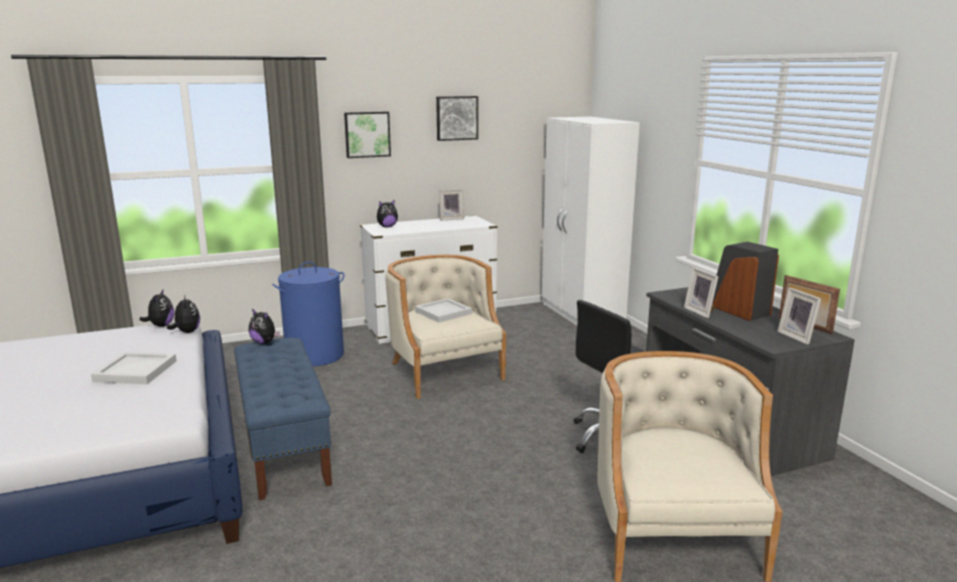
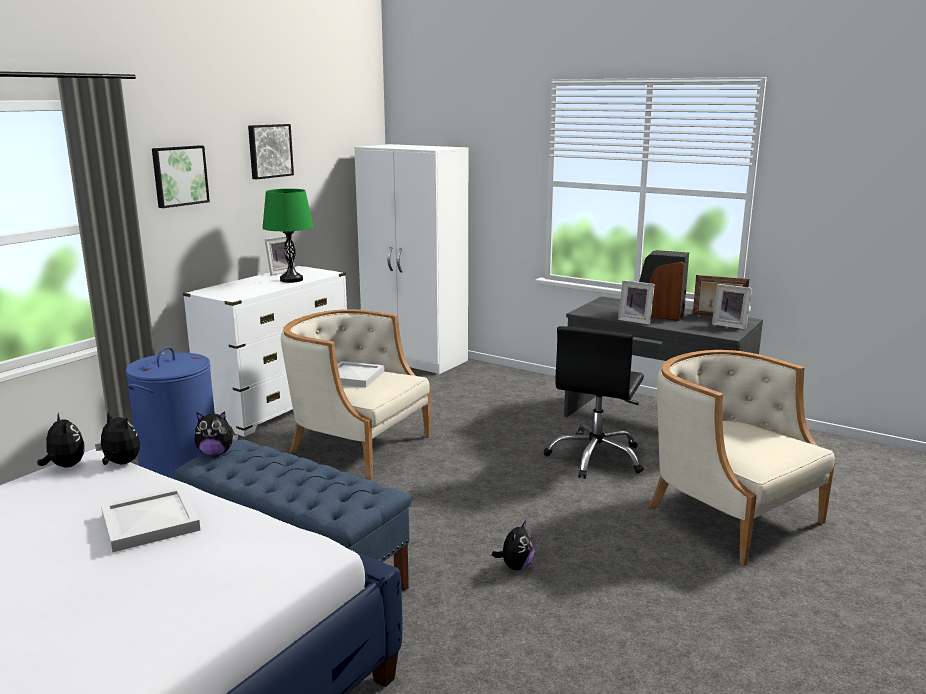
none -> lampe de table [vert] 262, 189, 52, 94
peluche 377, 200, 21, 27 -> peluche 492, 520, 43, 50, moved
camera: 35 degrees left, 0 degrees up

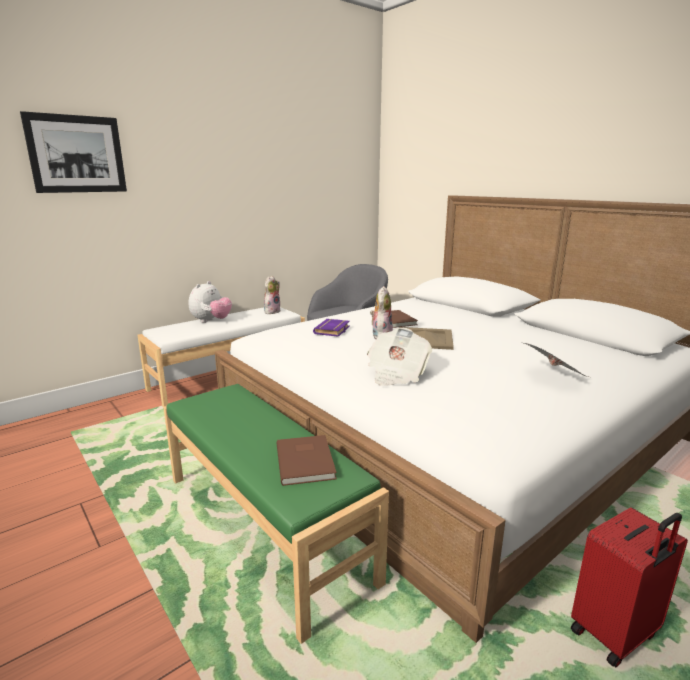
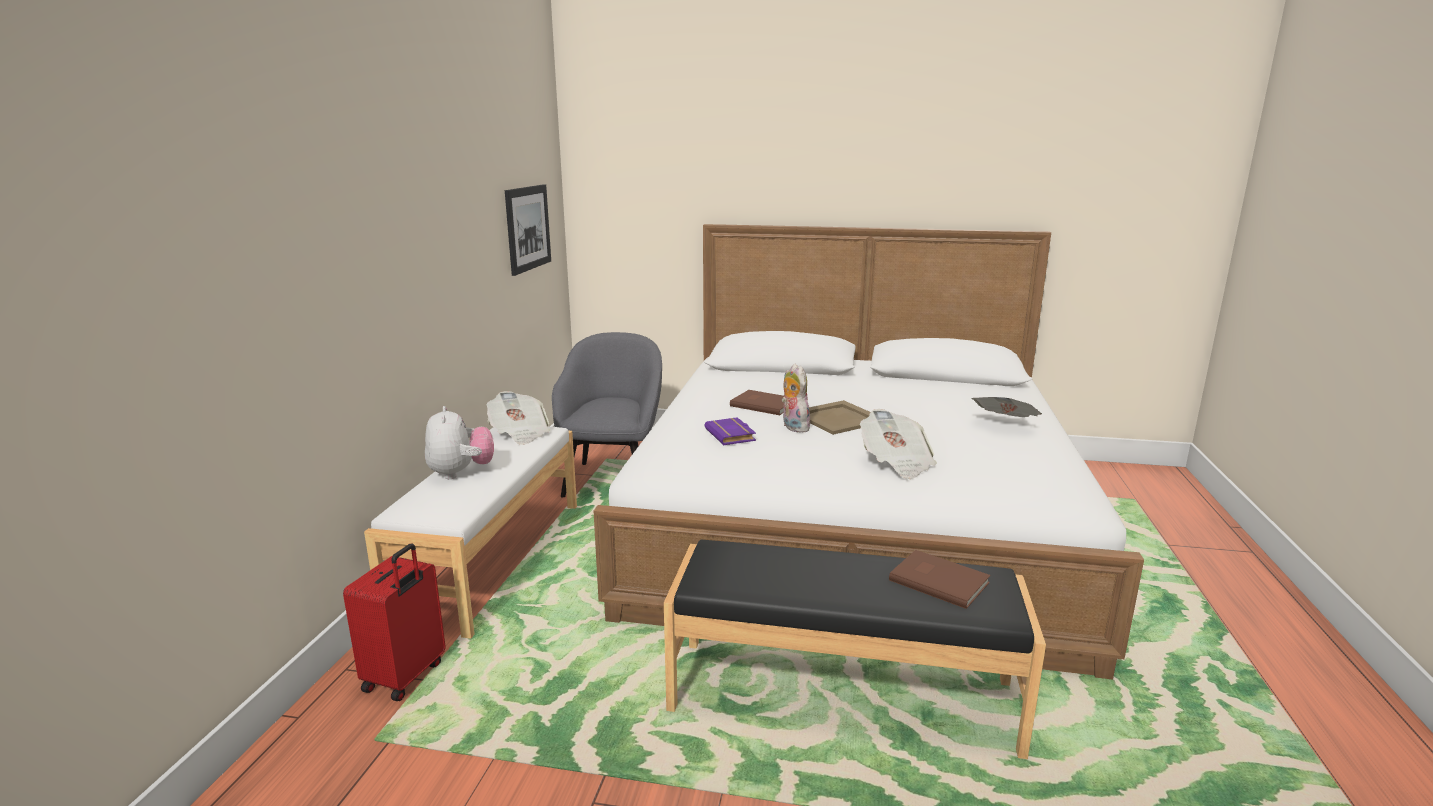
valise [rouge] 571, 507, 117, 161 -> valise [rouge] 343, 543, 103, 158, moved
peluche 264, 276, 17, 38 -> journal 487, 391, 63, 54
tableau 20, 111, 107, 82 -> tableau 505, 184, 46, 92, moved
banc [vert] 163, 384, 226, 260 -> banc [noir] 664, 540, 382, 219
camera: 40 degrees left, 0 degrees up

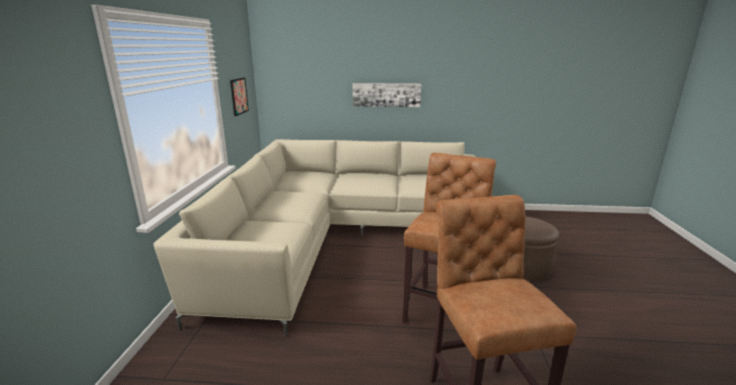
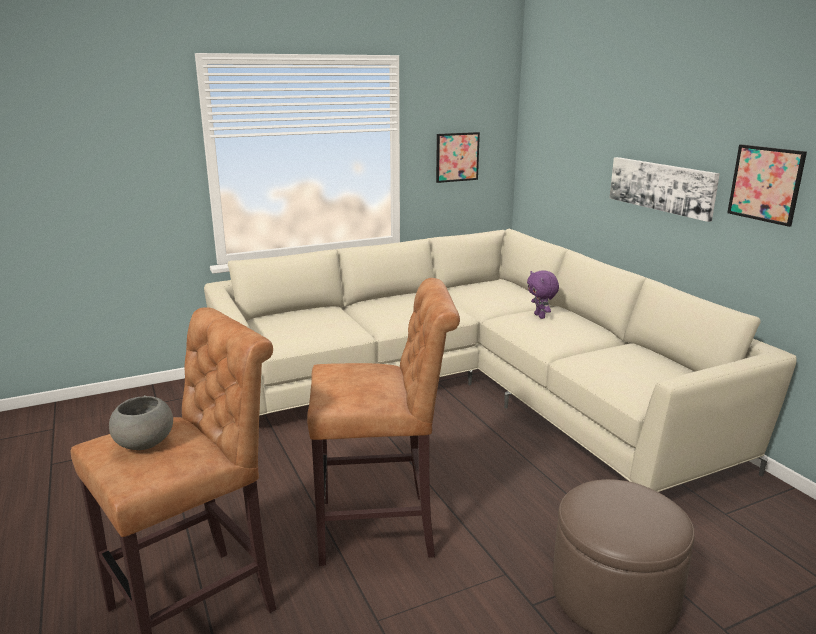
none -> bol [gris] 109, 395, 64, 55
none -> peluche [violet] 527, 271, 32, 48
none -> tableau 727, 144, 80, 83
camera: 60 degrees right, 0 degrees up

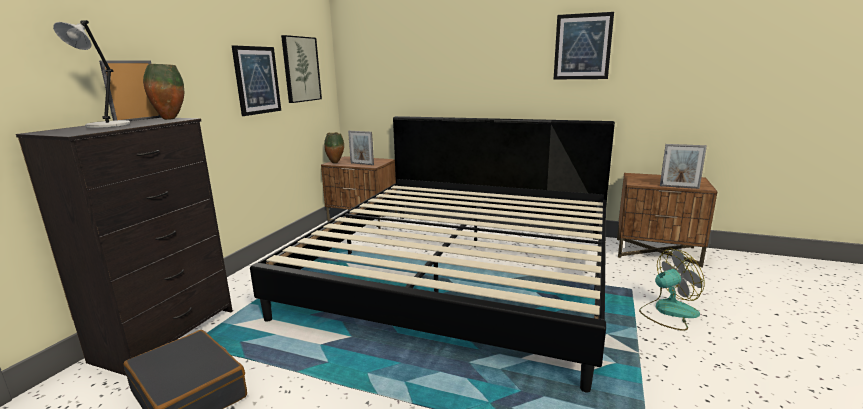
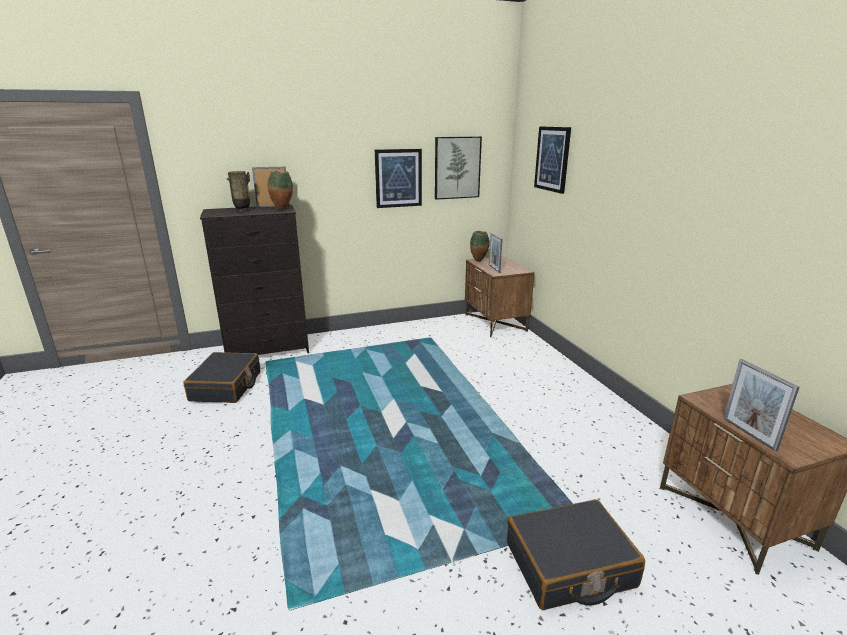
lampe de table [gris] 53, 20, 77, 108 -> vase 227, 171, 23, 40
ventilateur 639, 248, 66, 83 -> valise [noir] 507, 499, 138, 111
tableau 554, 12, 60, 67 -> tableau 534, 126, 37, 68, moved
lit 250, 116, 365, 276 -> none
camera: 50 degrees right, 5 degrees up

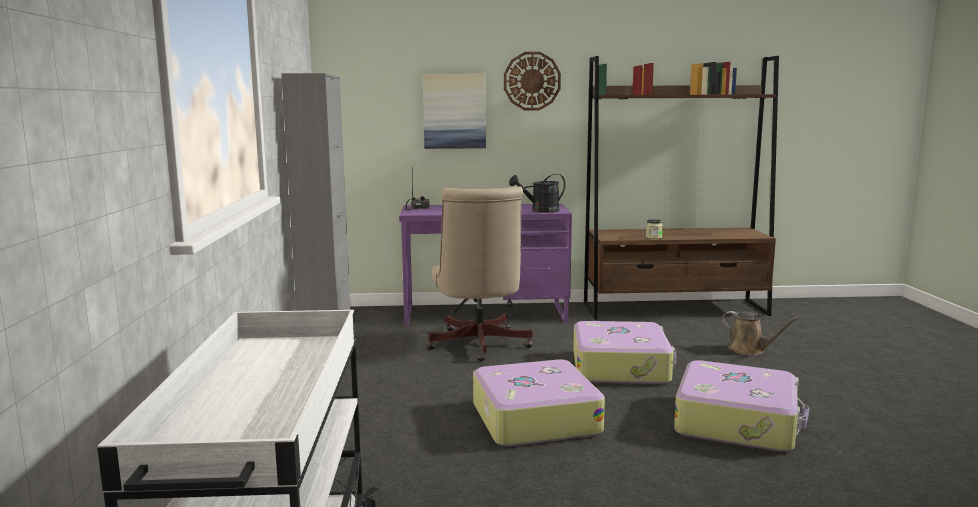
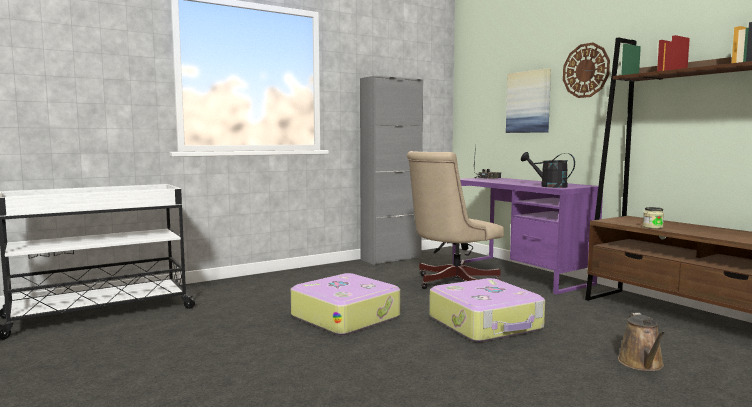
valise 674, 360, 135, 92 -> none
camera: 60 degrees right, 5 degrees down

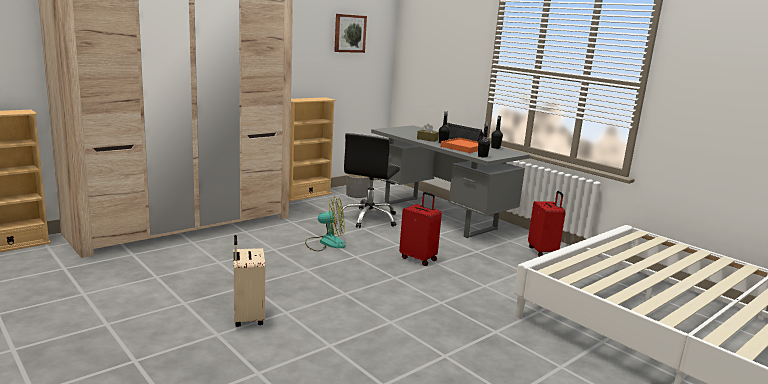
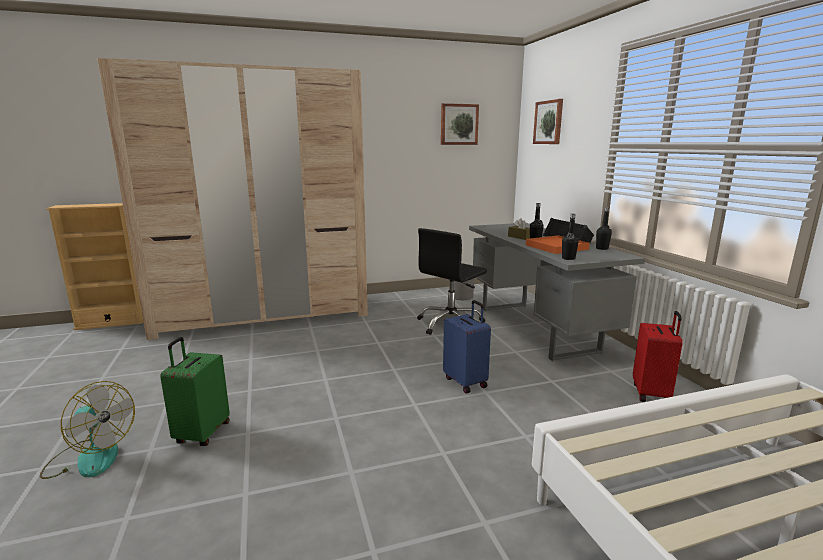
ventilateur 305, 197, 40, 54 -> ventilateur 40, 381, 95, 98, moved
valise [beige] 233, 235, 32, 92 -> valise [vert] 160, 337, 70, 109
valise [rouge] 399, 192, 43, 74 -> valise [bleu] 443, 300, 48, 93
none -> tableau 533, 99, 30, 45
bibliothèque [beige] 289, 97, 47, 104 -> none
camera: 25 degrees right, 0 degrees up

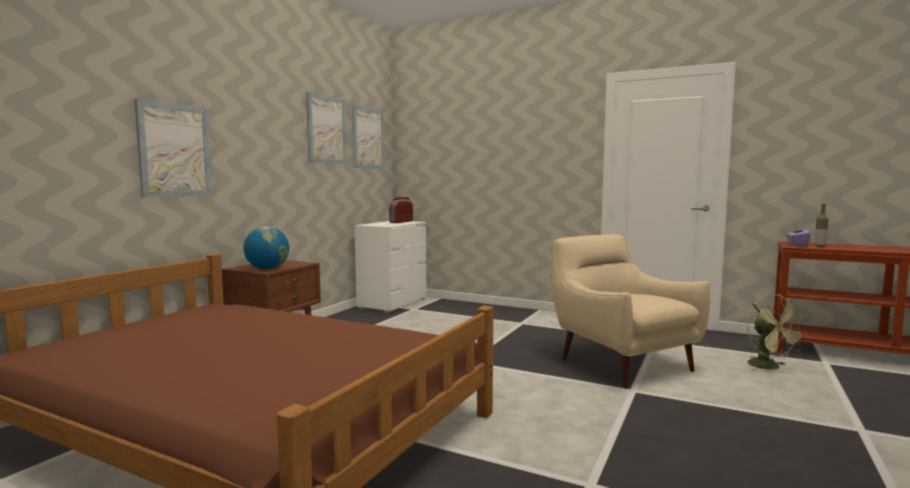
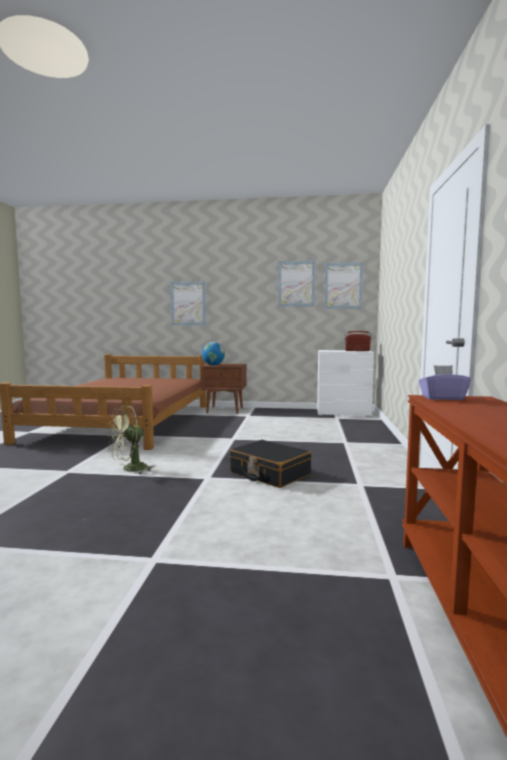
ventilateur [vert] 747, 294, 61, 77 -> ventilateur [vert] 108, 406, 48, 68, moved
fauteuil [beige] 552, 234, 158, 155 -> valise [noir] 229, 440, 83, 48
bouteille 815, 204, 14, 43 -> none
camera: 70 degrees right, 0 degrees up

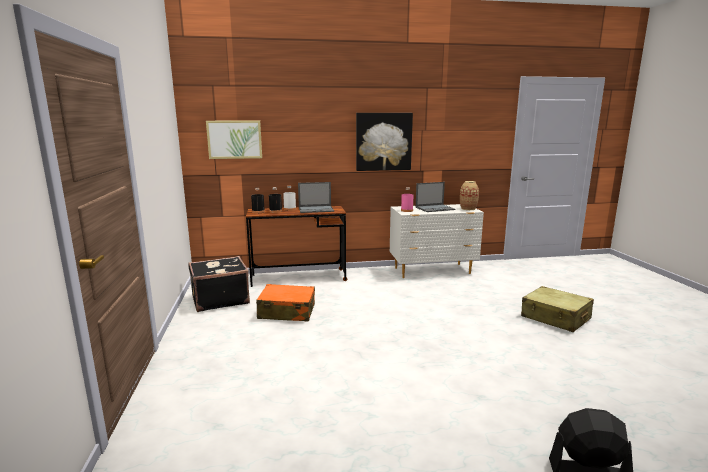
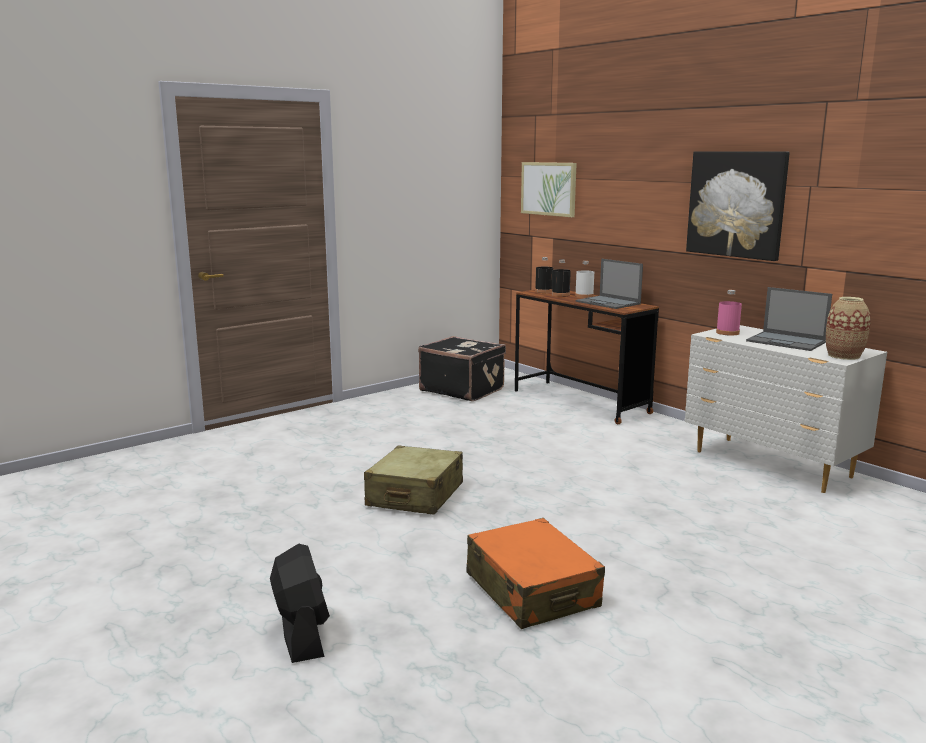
valise [beige] 521, 286, 73, 46 -> valise [beige] 364, 445, 99, 69, moved
valise [orange] 256, 284, 59, 37 -> valise [orange] 467, 518, 138, 111, moved
camera: 60 degrees right, 0 degrees up

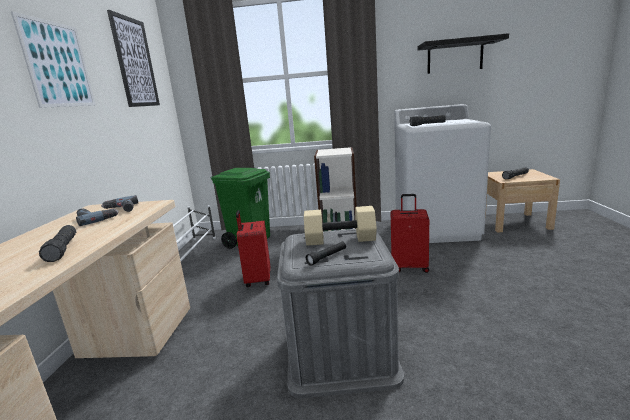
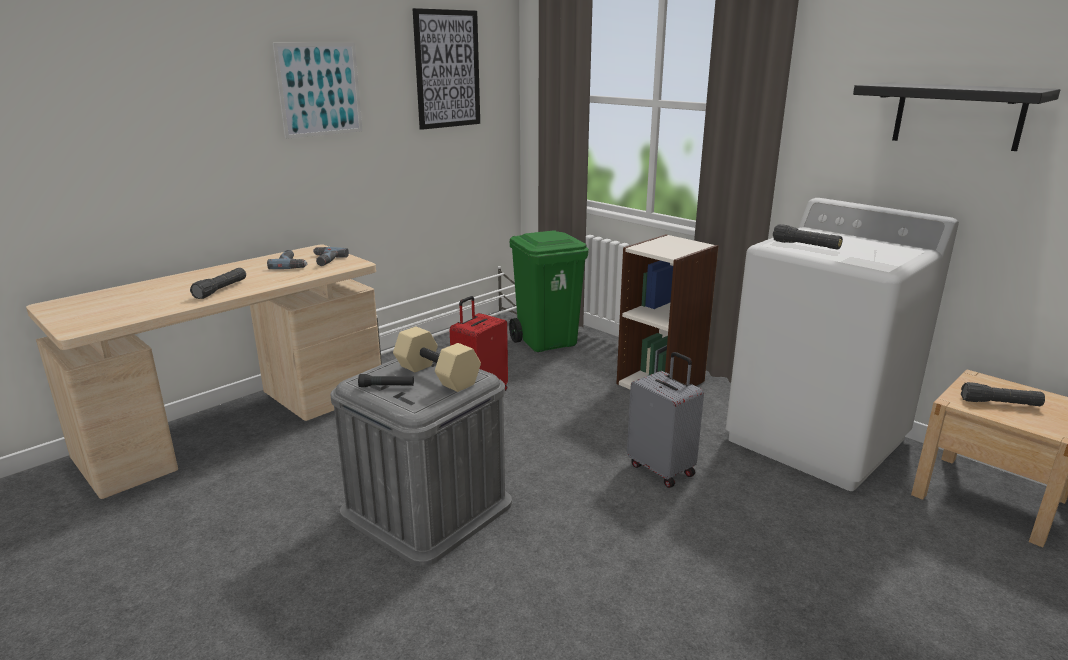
valise [rouge] 391, 194, 38, 79 -> valise [gris] 627, 352, 77, 136
camera: 40 degrees right, 5 degrees up

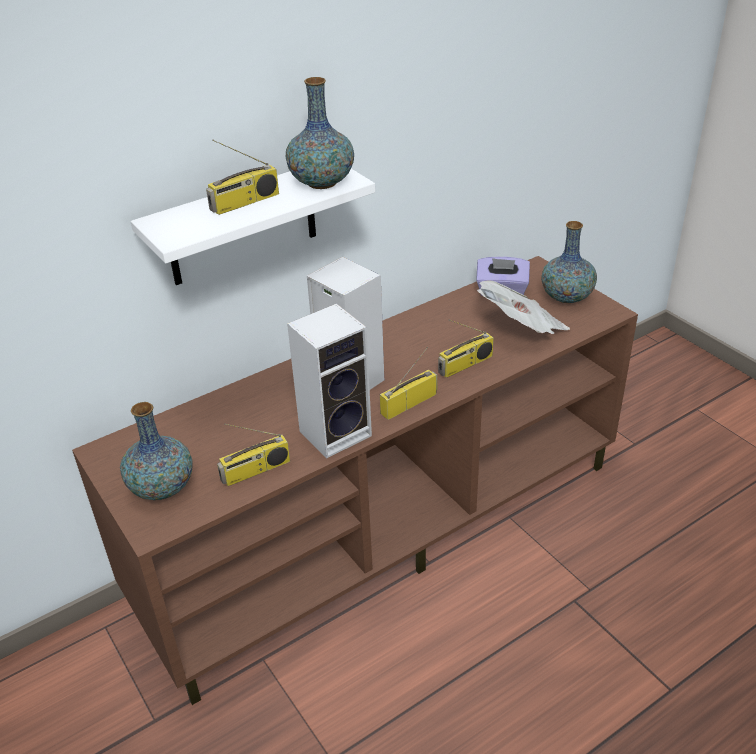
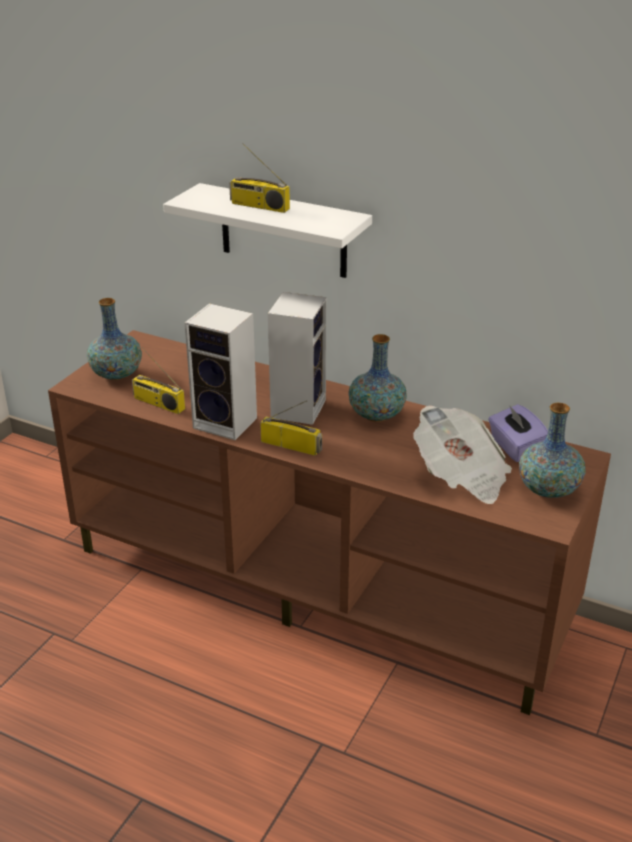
vase 286, 77, 68, 112 -> vase 348, 334, 59, 88, moved
radio 438, 320, 56, 58 -> none
camera: 60 degrees right, 5 degrees down

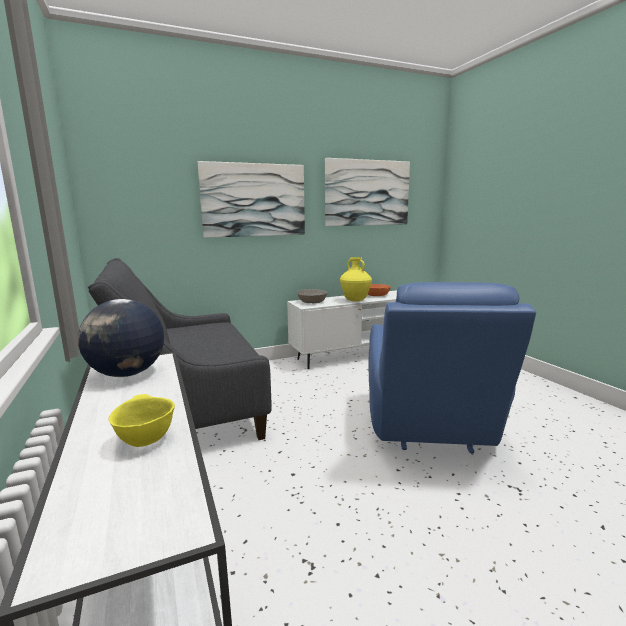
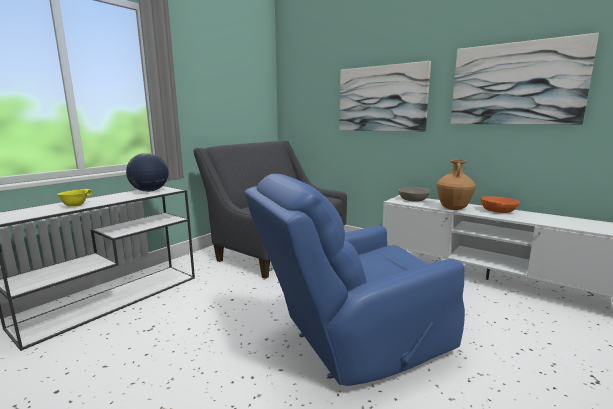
vase [jaune] 340, 257, 32, 45 -> vase [marron] 437, 160, 39, 50
camera: 60 degrees right, 0 degrees up

